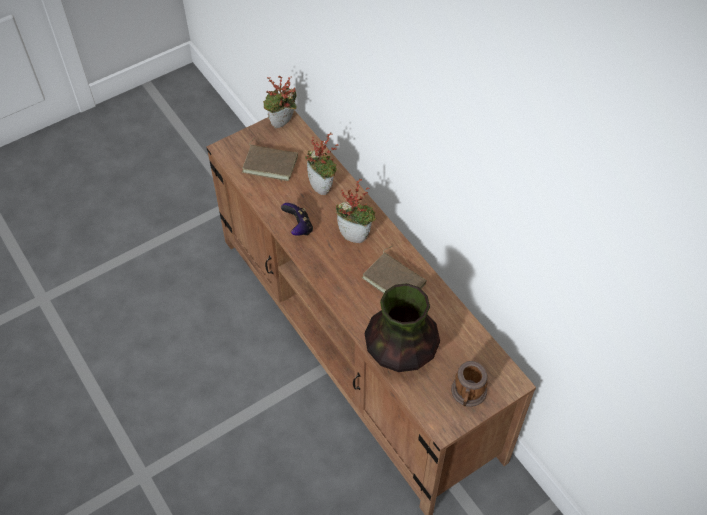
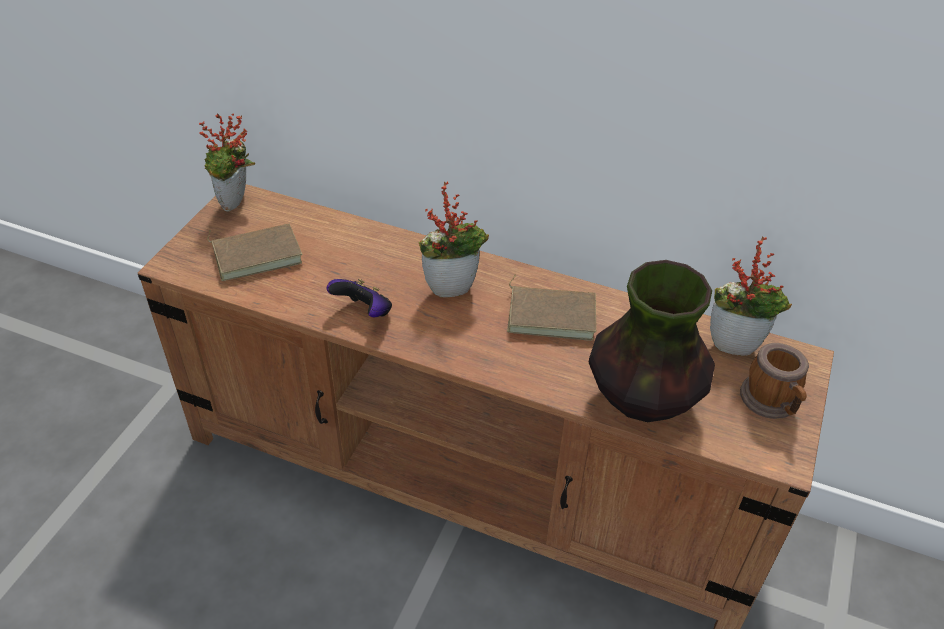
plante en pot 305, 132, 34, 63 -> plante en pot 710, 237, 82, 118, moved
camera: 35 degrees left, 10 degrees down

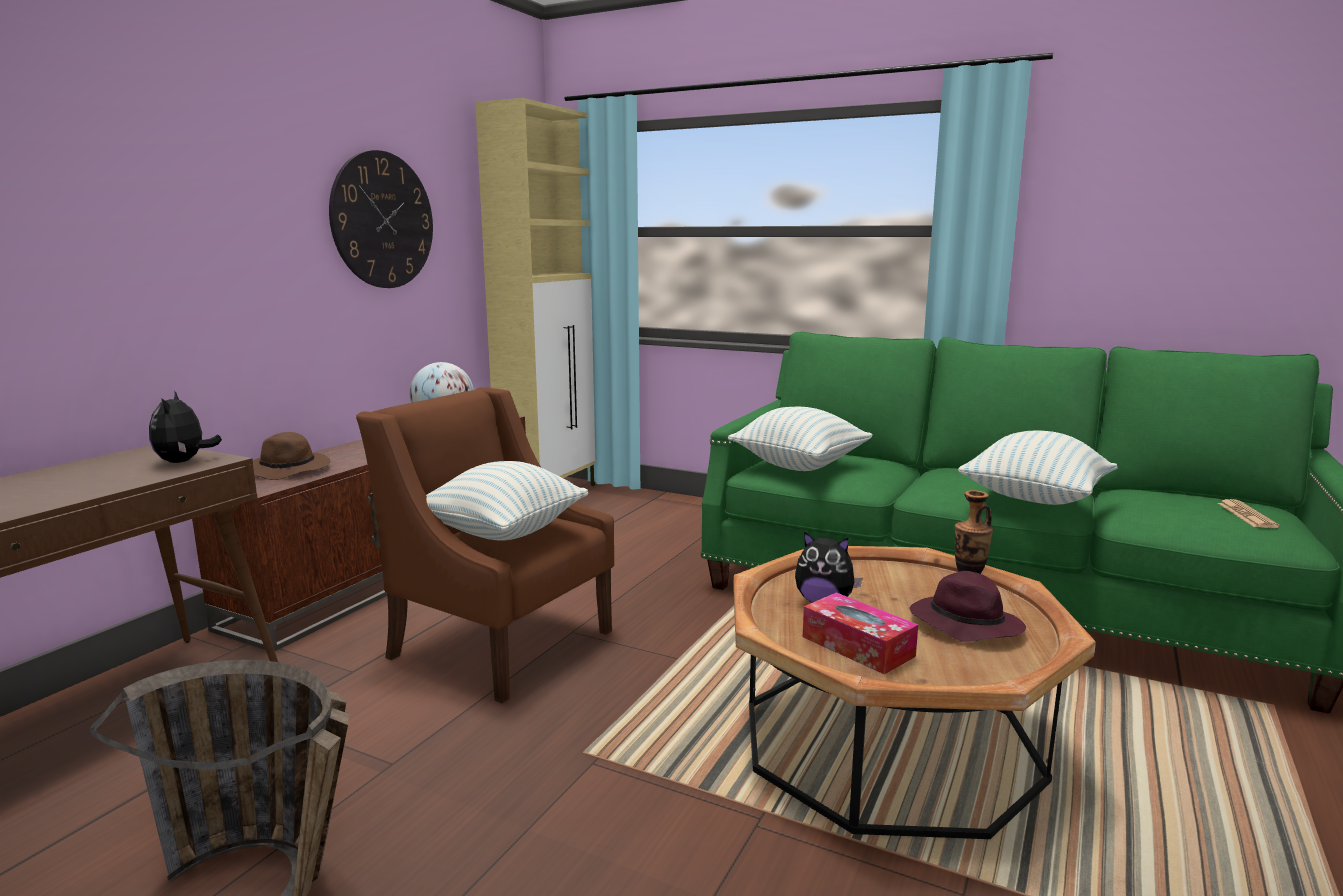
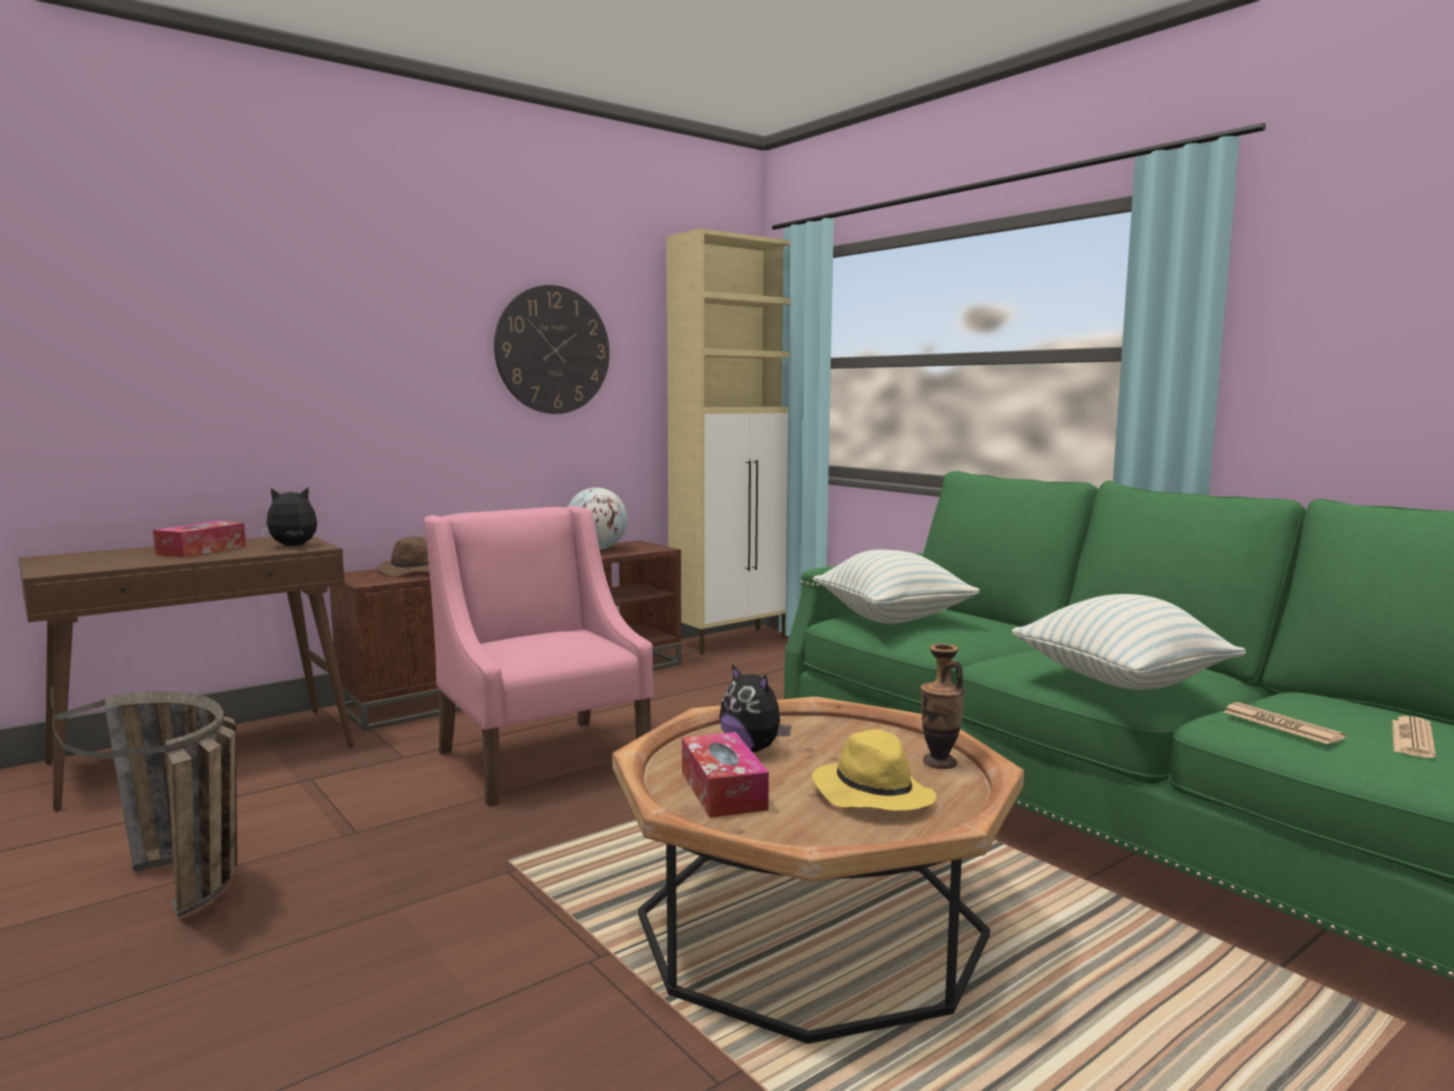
none -> boîte à mouchoirs 153, 521, 93, 37
peluche 149, 391, 73, 72 -> peluche 261, 487, 56, 59, 60 degrees clockwise
fauteuil [marron] 356, 387, 258, 316 -> fauteuil [rose] 424, 506, 230, 301
chapeau [violet] 910, 571, 116, 70 -> chapeau [jaune] 812, 729, 124, 82
none -> journal 1223, 702, 123, 42
coussin 426, 461, 162, 80 -> none
camera: 25 degrees right, 5 degrees down

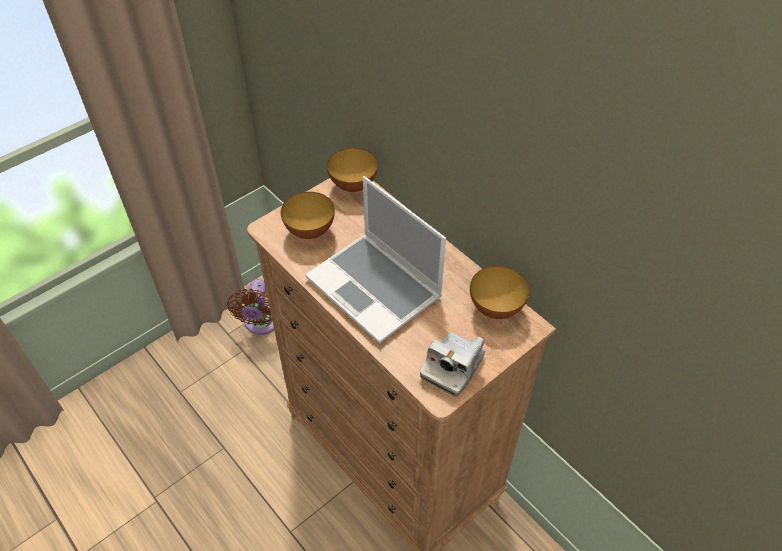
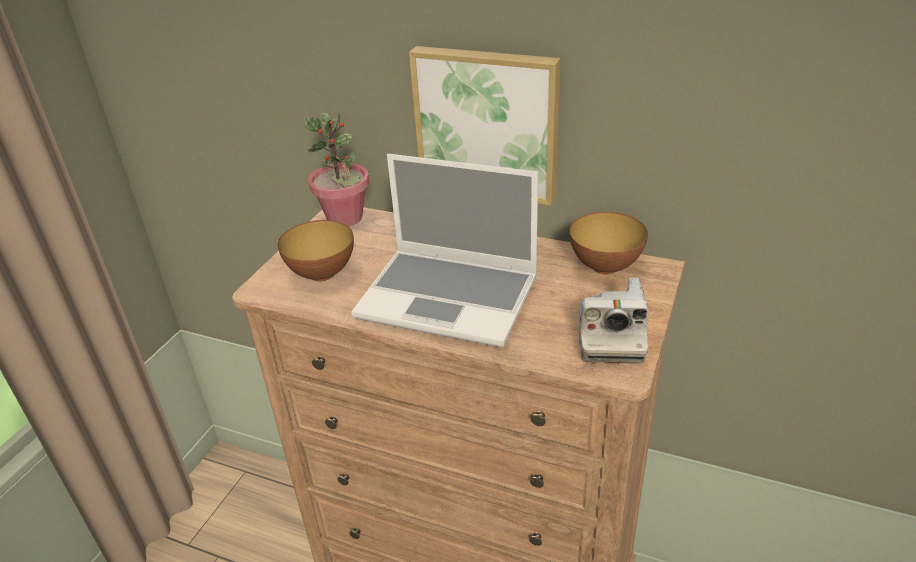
bol 327, 148, 51, 44 -> plante en pot 305, 113, 64, 114
none -> tableau 409, 46, 152, 159
ventilateur [marron] 227, 279, 47, 56 -> none
camera: 25 degrees left, 15 degrees down

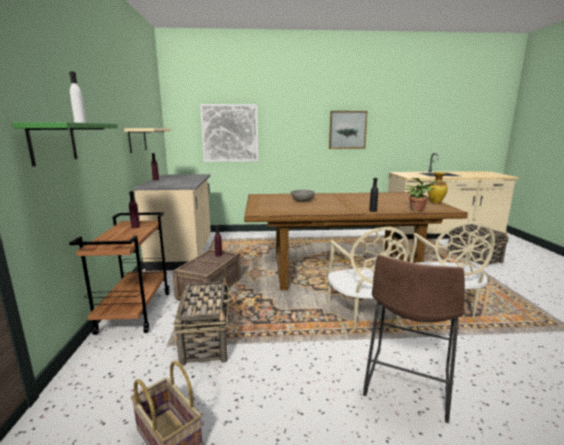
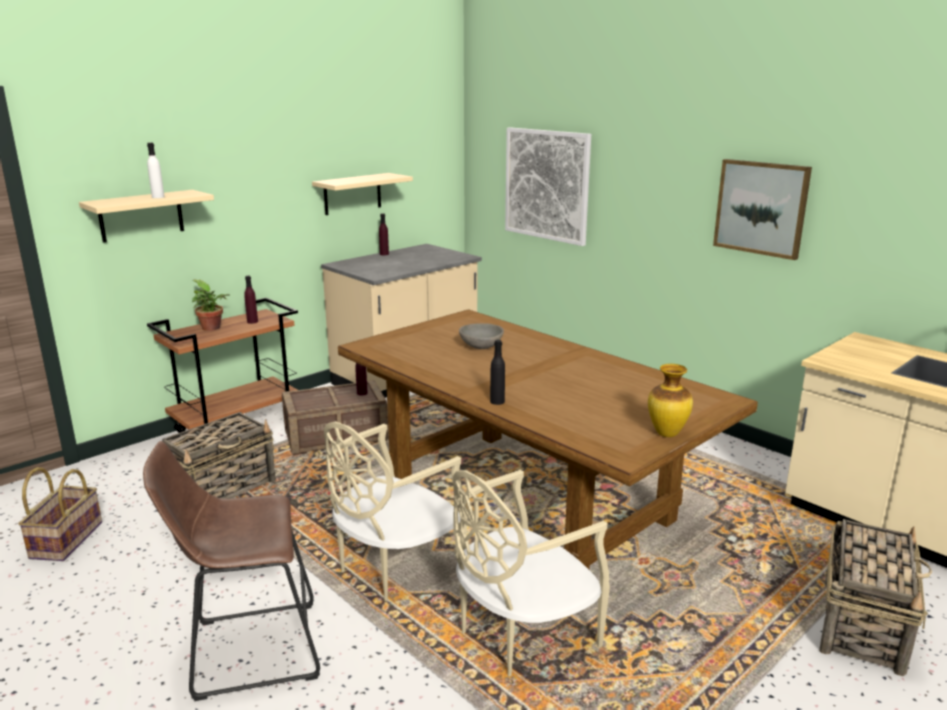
étagère [vert] 13, 122, 105, 44 -> étagère [beige] 79, 190, 135, 53
plante en pot 405, 178, 35, 33 -> plante en pot 192, 280, 38, 51, moved
camera: 50 degrees right, 5 degrees up

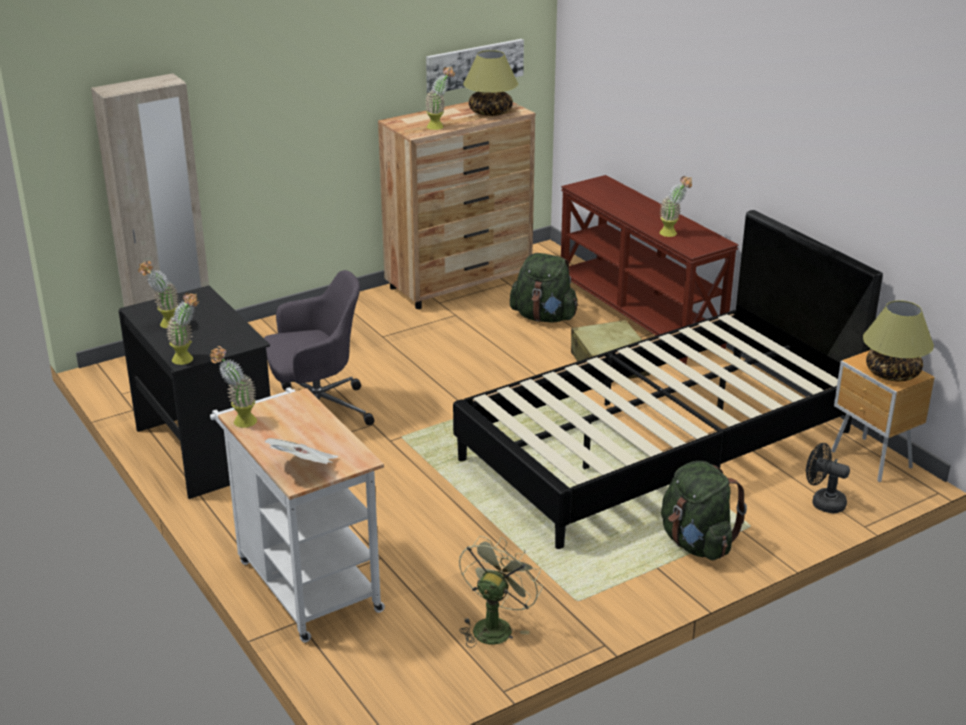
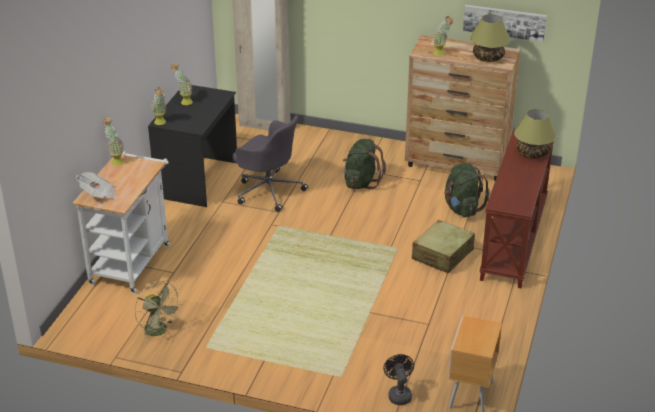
ventilateur [vert] 459, 536, 84, 112 -> ventilateur [vert] 134, 281, 48, 61, 60 degrees clockwise
sac à dos [vert] 661, 461, 86, 99 -> sac à dos [vert] 343, 139, 43, 51, moved
lampe de table 863, 300, 71, 81 -> lampe de table 514, 109, 42, 50, moved
lit [noir] 453, 210, 430, 339 -> none
plante en pot 659, 176, 33, 61 -> none
camera: 50 degrees right, 5 degrees up

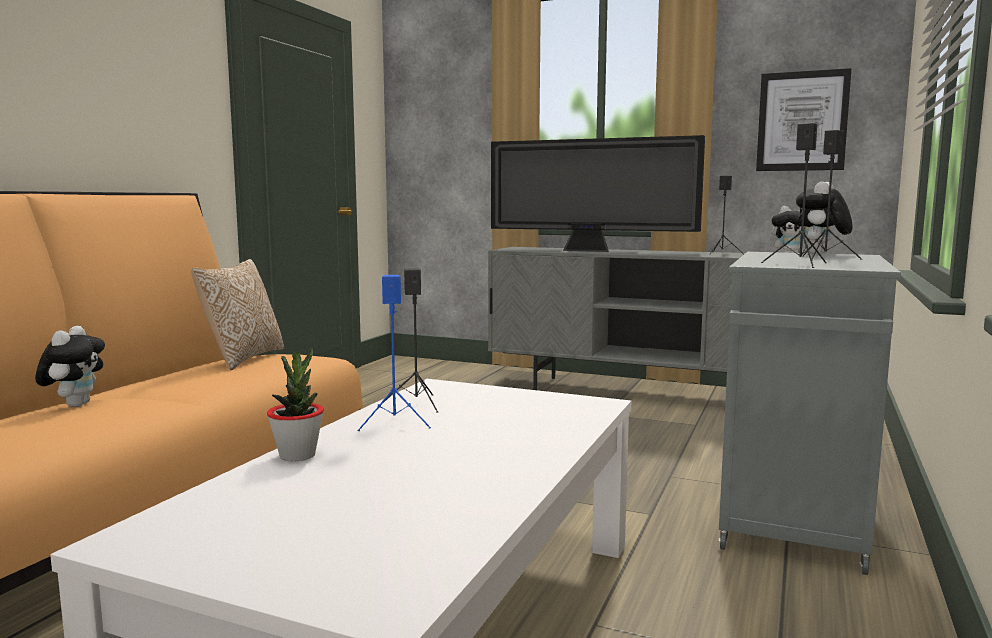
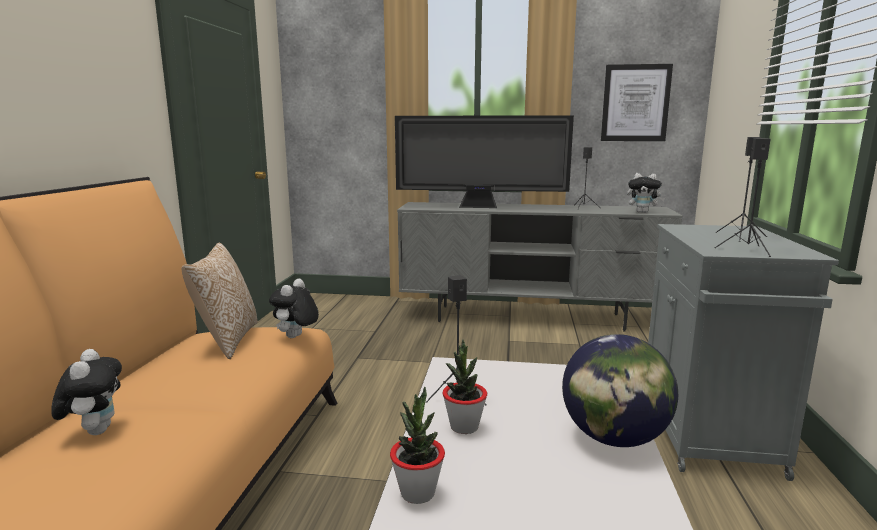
peluche 796, 182, 56, 72 -> peluche 269, 278, 50, 60, moved
enceinte [bleu] 358, 275, 73, 156 -> plante en pot 443, 339, 44, 95
none -> globe 562, 334, 116, 113
camera: 15 degrees left, 5 degrees up

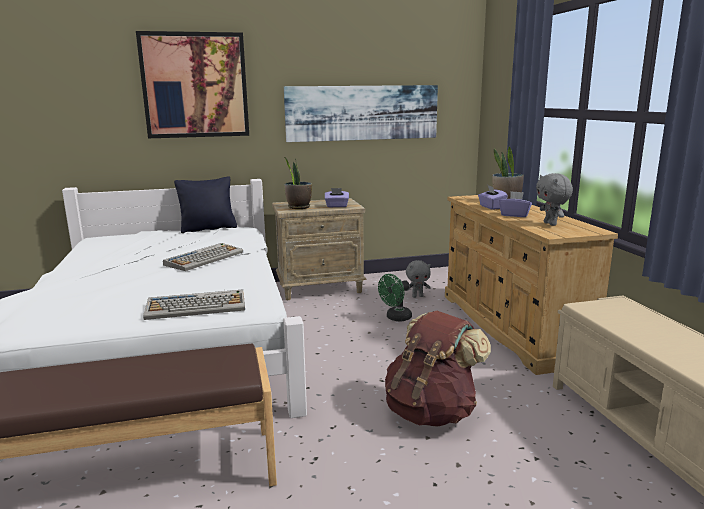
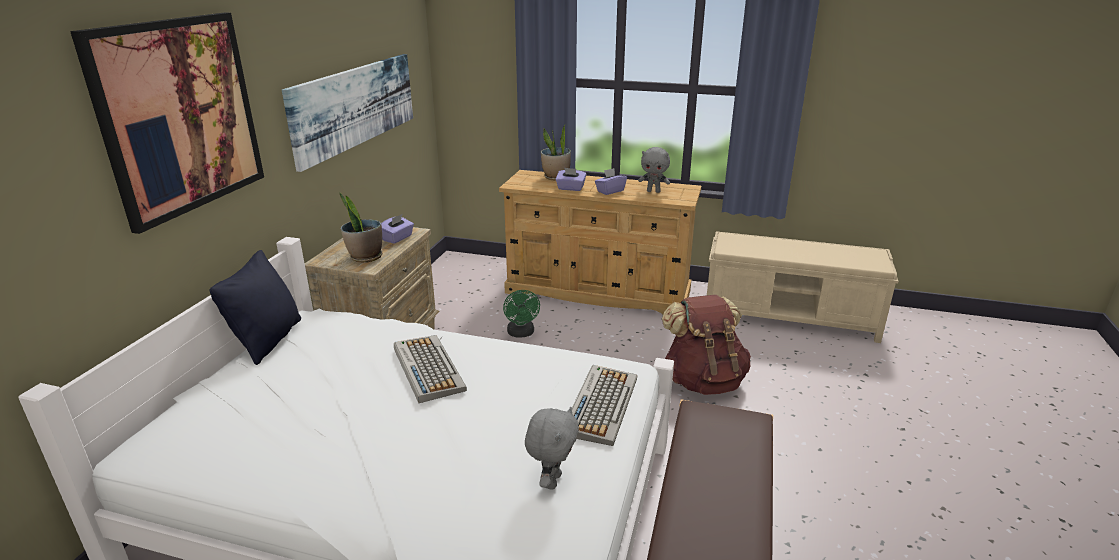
peluche [gris] 406, 260, 25, 38 -> peluche [gris] 525, 407, 54, 83, moved
camera: 60 degrees left, 10 degrees up

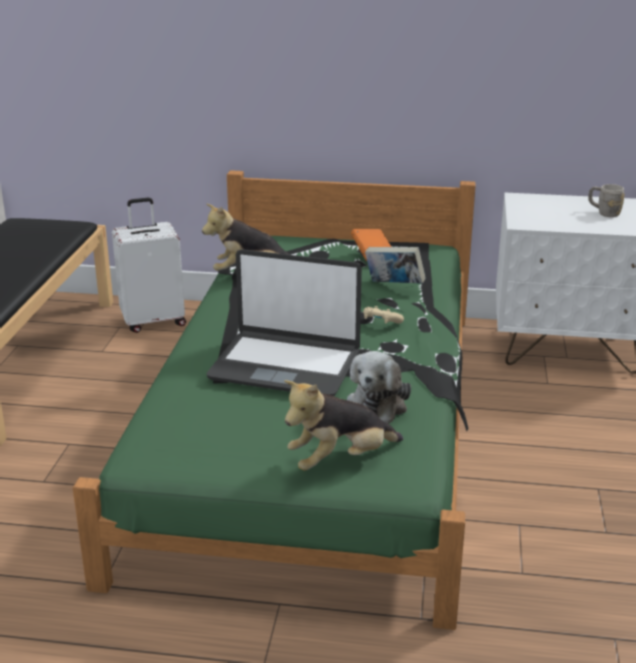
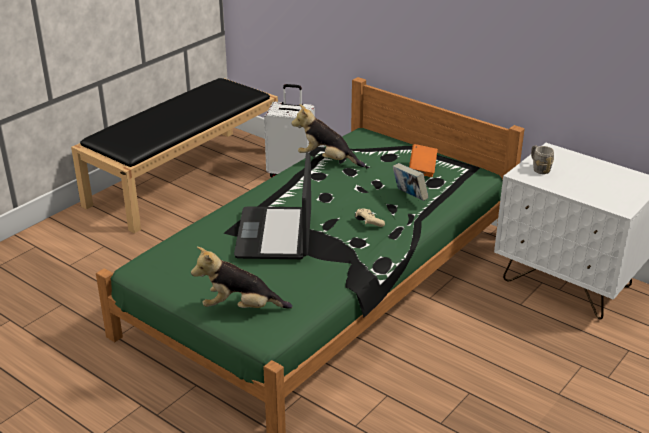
ordinateur portable 207, 249, 155, 147 -> ordinateur portable 234, 152, 77, 107, 45 degrees clockwise
mug [gris] 588, 184, 37, 33 -> mug [gris] 531, 145, 23, 29, moved
peluche 347, 351, 64, 73 -> none
camera: 30 degrees right, 5 degrees up

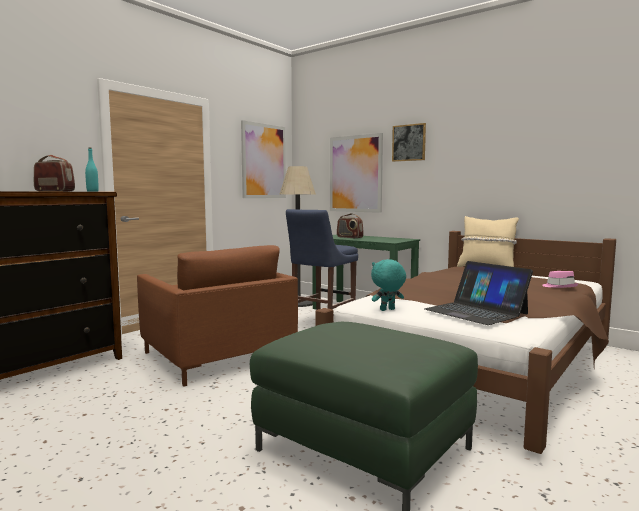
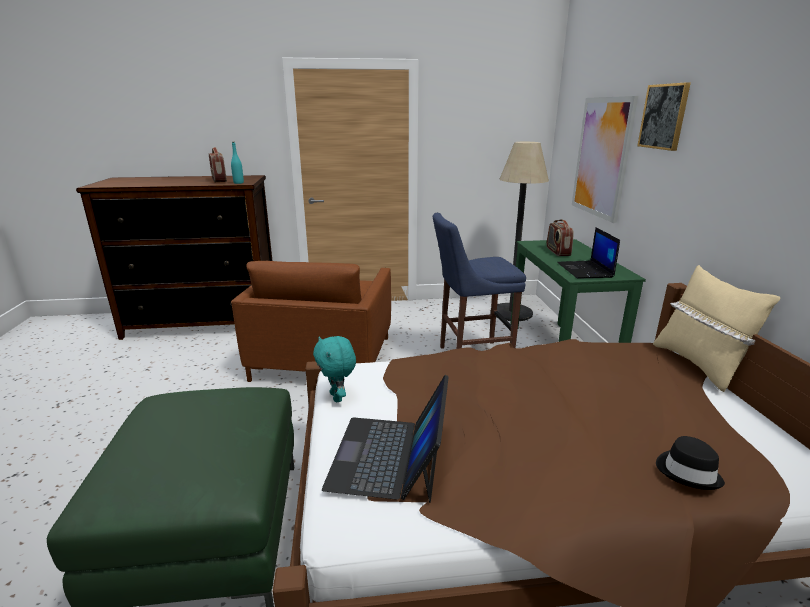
peluche [turquoise] 371, 259, 35, 52 -> peluche [turquoise] 313, 336, 43, 66, 135 degrees counterclockwise
none -> ordinateur portable 557, 227, 63, 52
chapeau [rose] 542, 271, 37, 17 -> chapeau [noir] 656, 436, 69, 54
tableau 241, 120, 45, 78 -> none
camera: 45 degrees right, 15 degrees up

